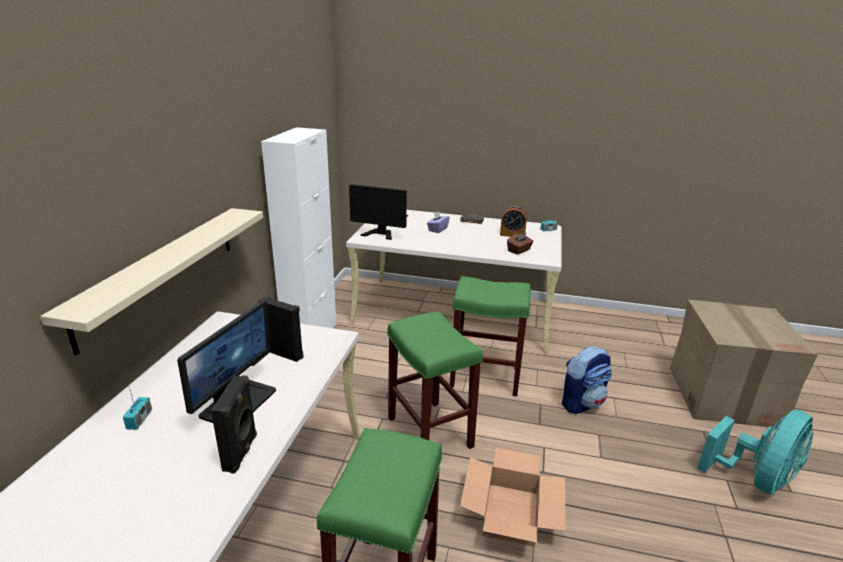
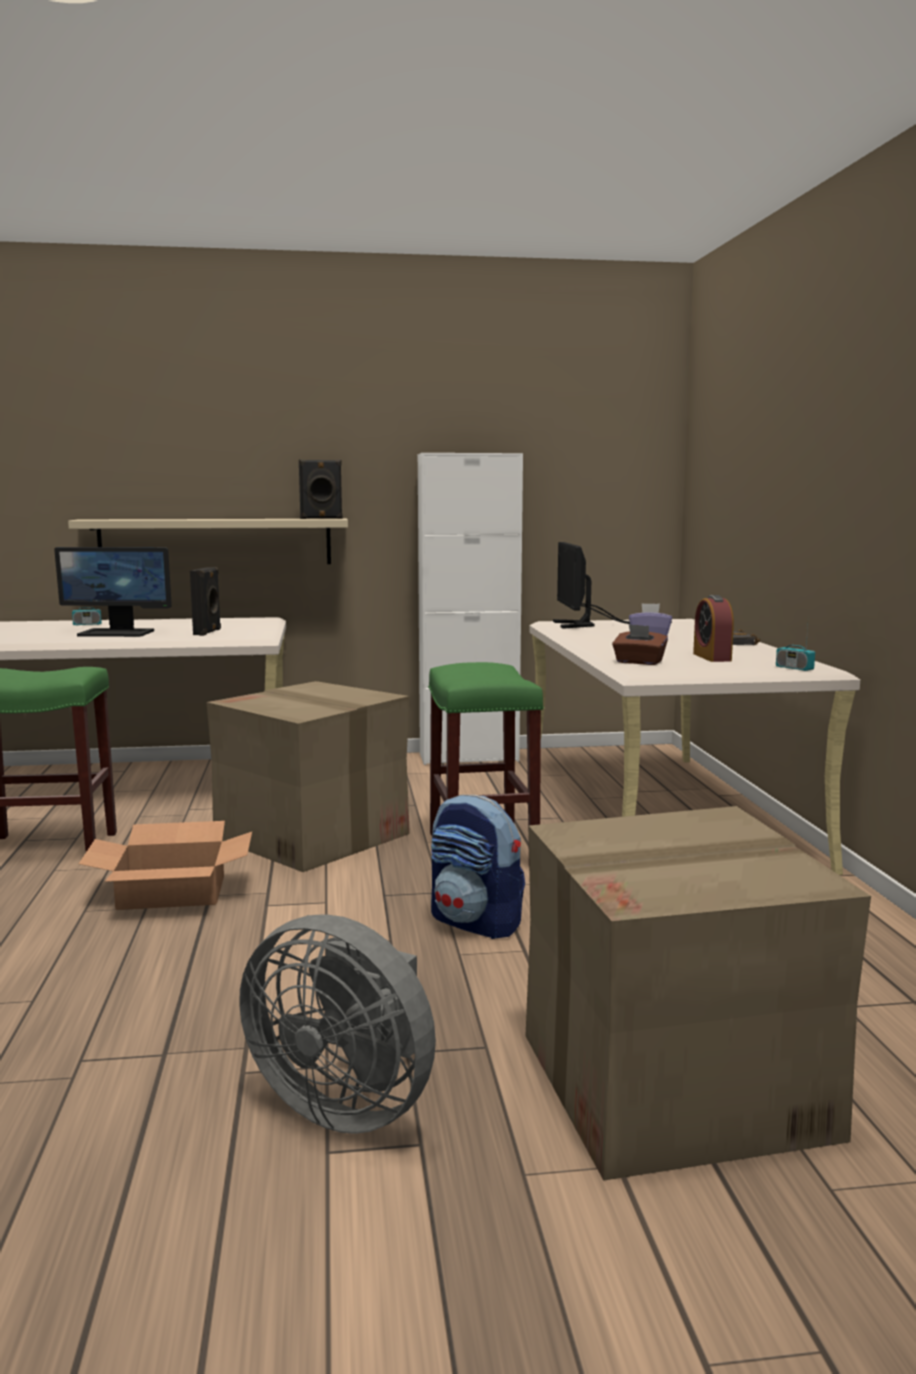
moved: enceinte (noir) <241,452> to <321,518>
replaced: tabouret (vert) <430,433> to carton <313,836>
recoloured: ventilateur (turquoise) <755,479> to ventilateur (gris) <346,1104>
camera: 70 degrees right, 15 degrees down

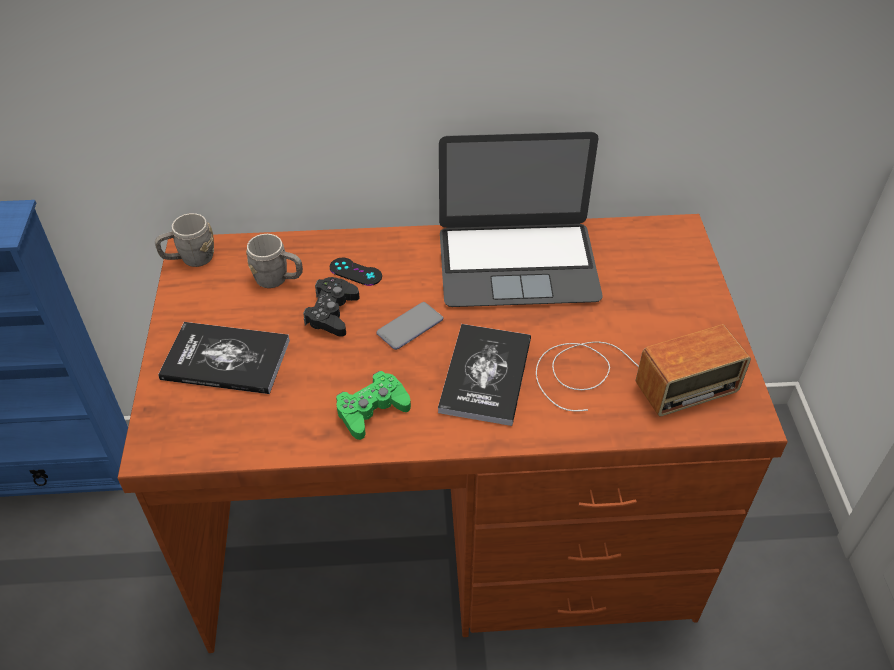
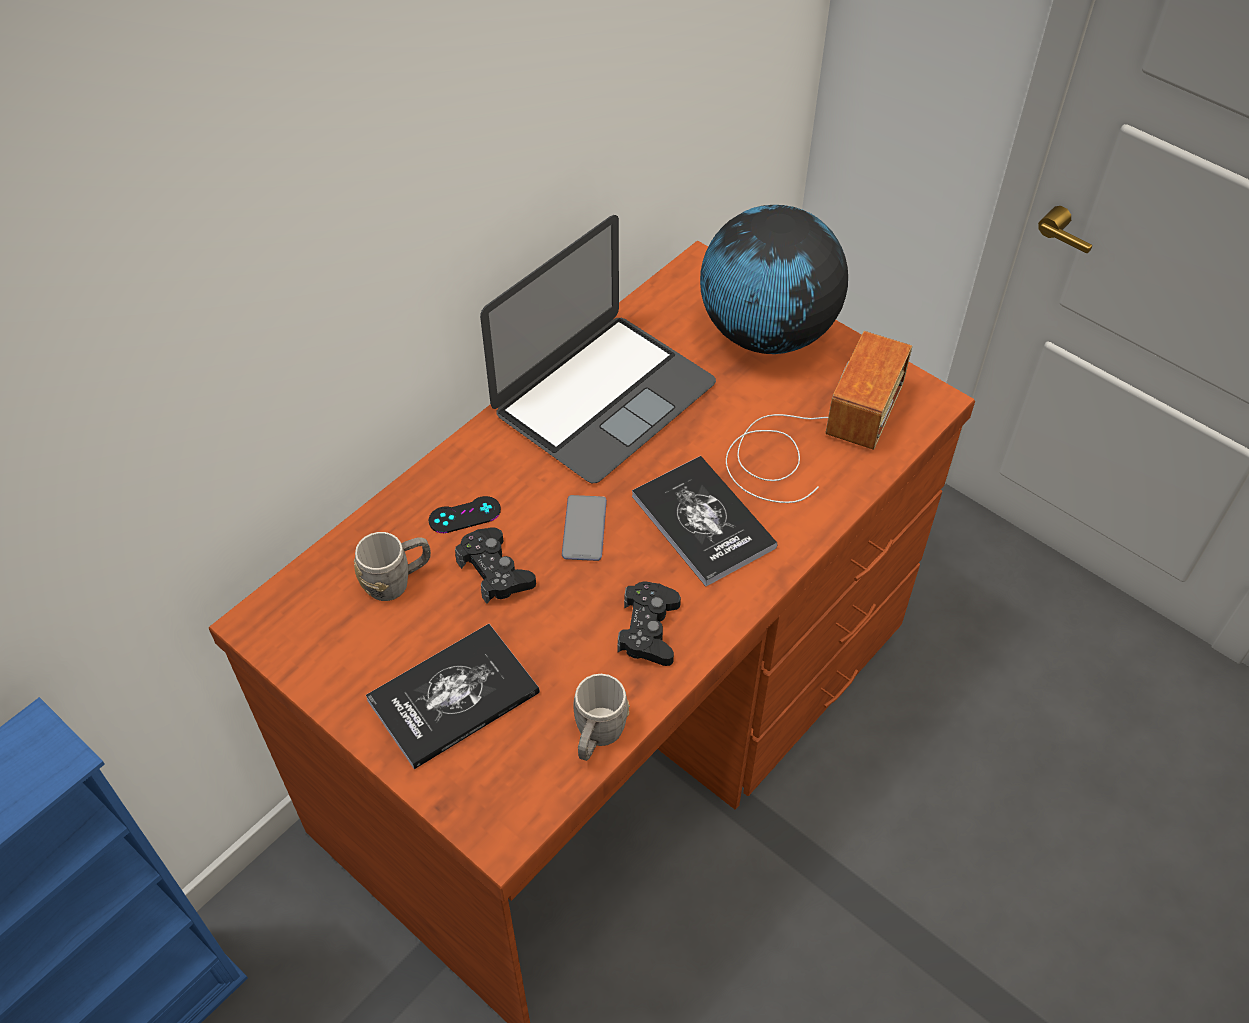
added: globe <766,333>
moved: mug (gris) <190,259> to <597,737>
recoloured: manette (vert) <372,410> to manette (noir) <649,630>
camera: 45 degrees left, 5 degrees up

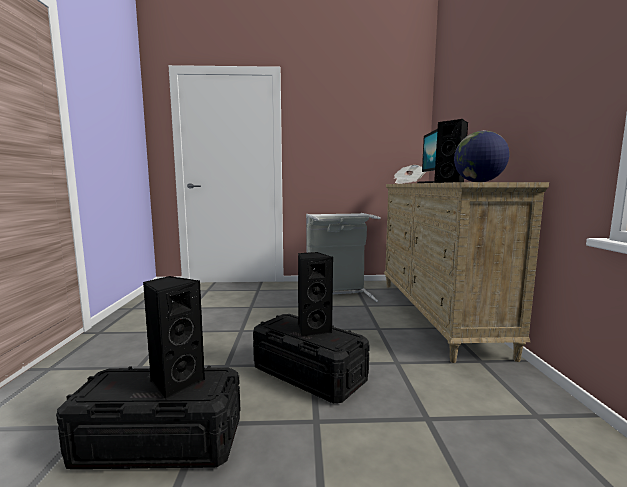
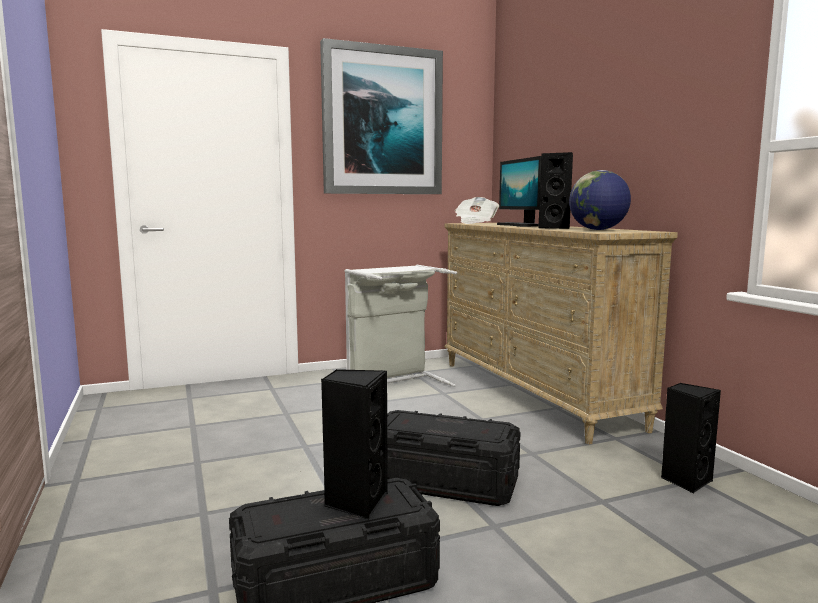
added: tableau <382,122>
moved: enceinte (noir) <313,329> to <685,480>
camera: 20 degrees left, 0 degrees up

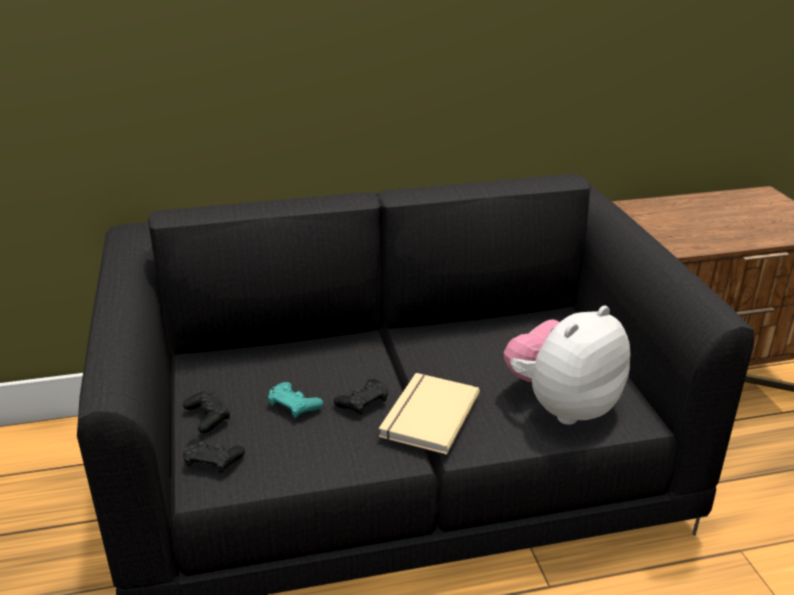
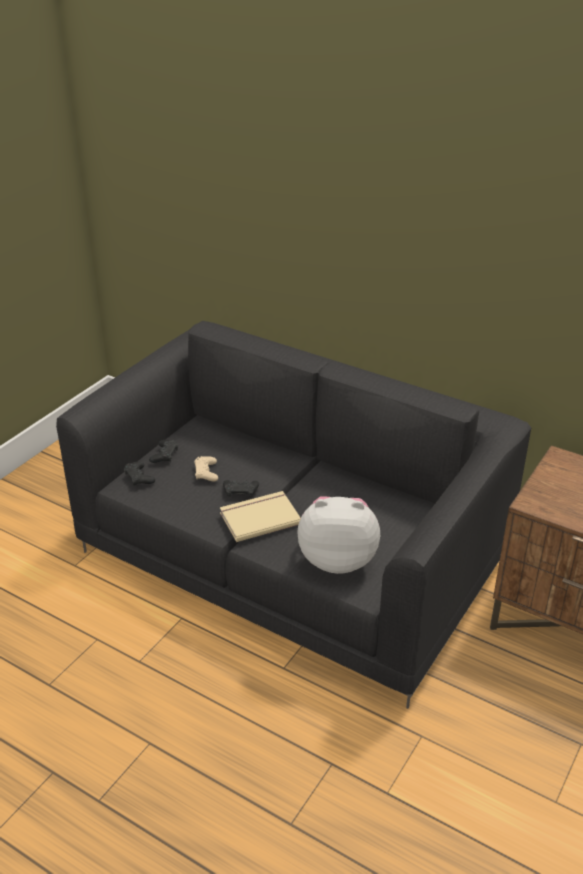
recoloured: manette (turquoise) <294,405> to manette (beige) <206,472>
camera: 45 degrees right, 5 degrees up

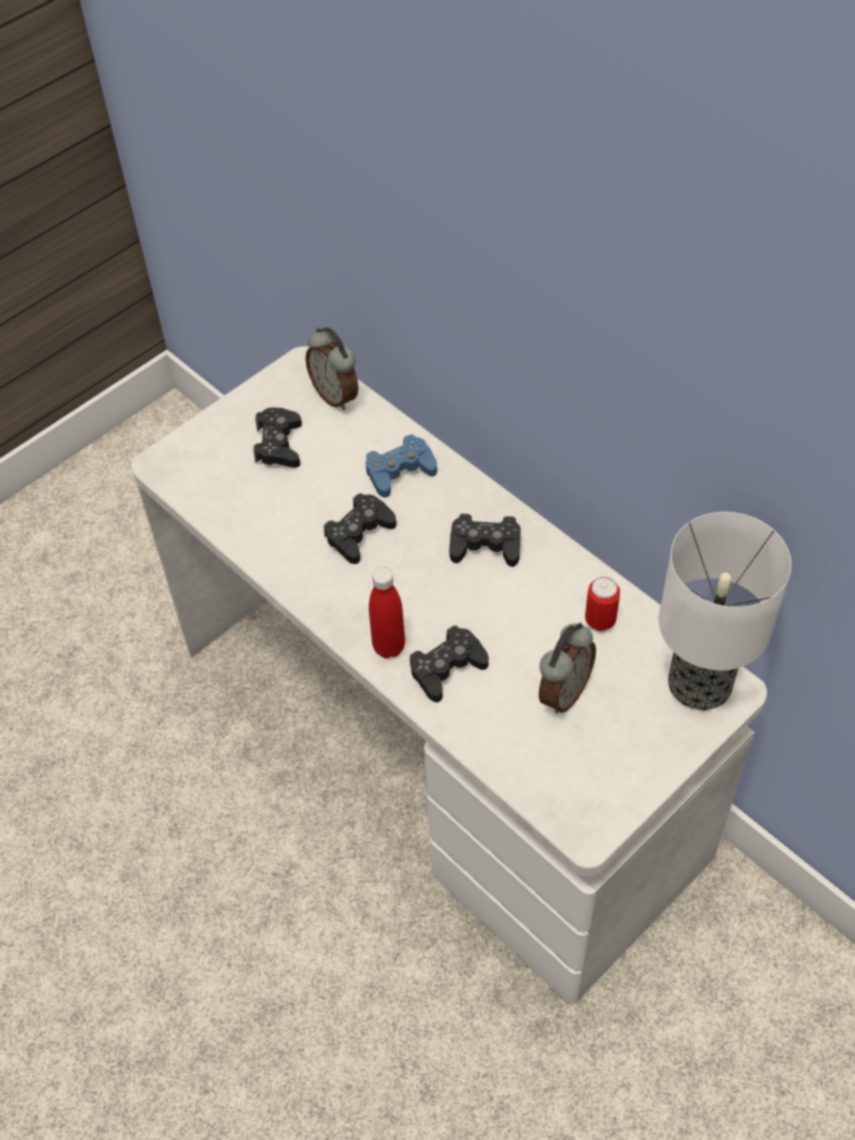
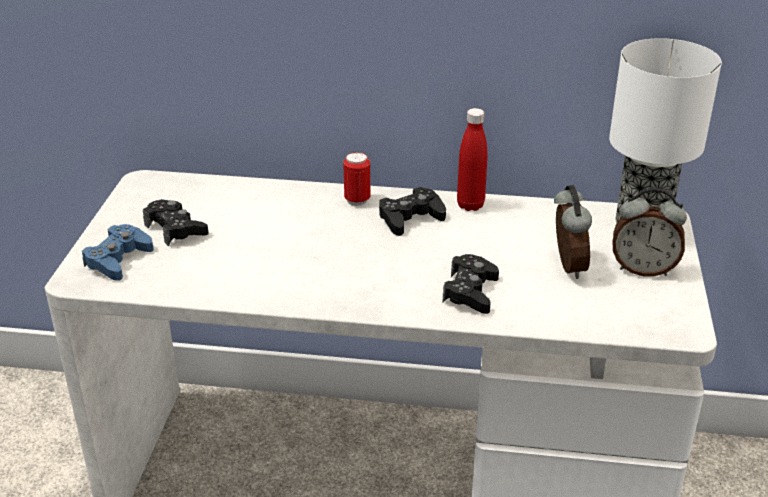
removed: manette (noir) <359,533>
moved: réveil <336,395> to <643,269>; manette (bleu) <400,471> to <118,259>; bouteille (rouge) <389,647> to <470,205>; boîte métallique <600,621> to <357,200>
camera: 40 degrees left, 20 degrees down

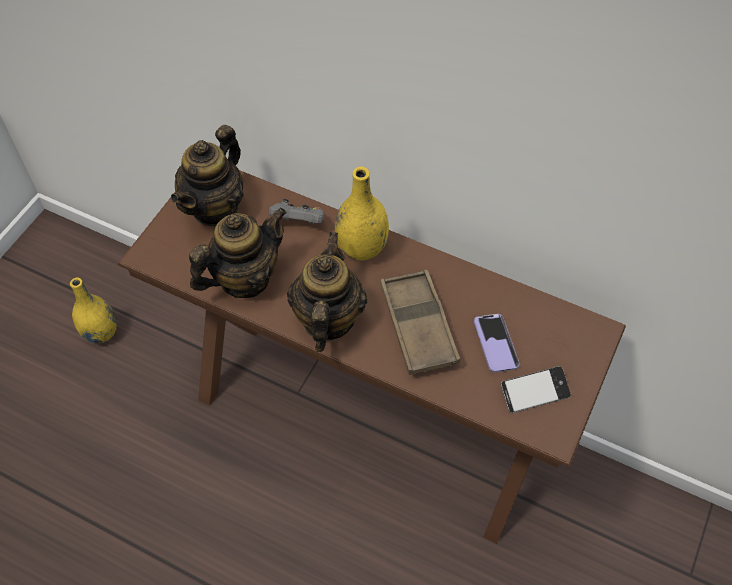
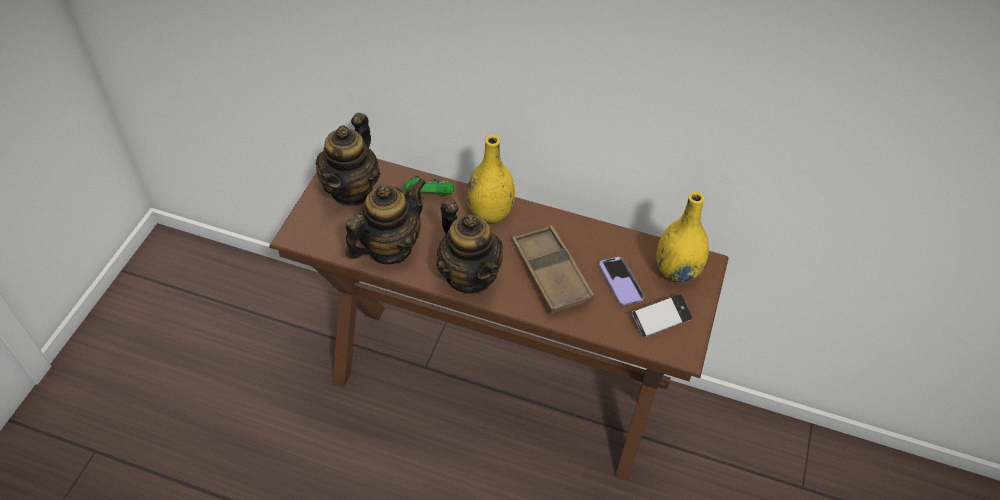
moved: vase (jaune) <101,332> to <676,271>
recoloured: manette (gris) <299,222> to manette (vert) <430,196>
turned: théière <327,319> = <469,275> 150 degrees clockwise
camera: 10 degrees left, 5 degrees down

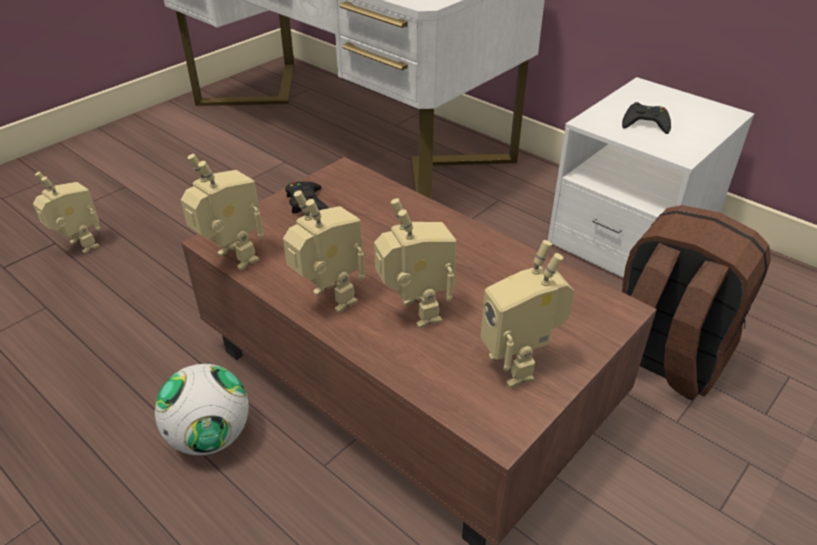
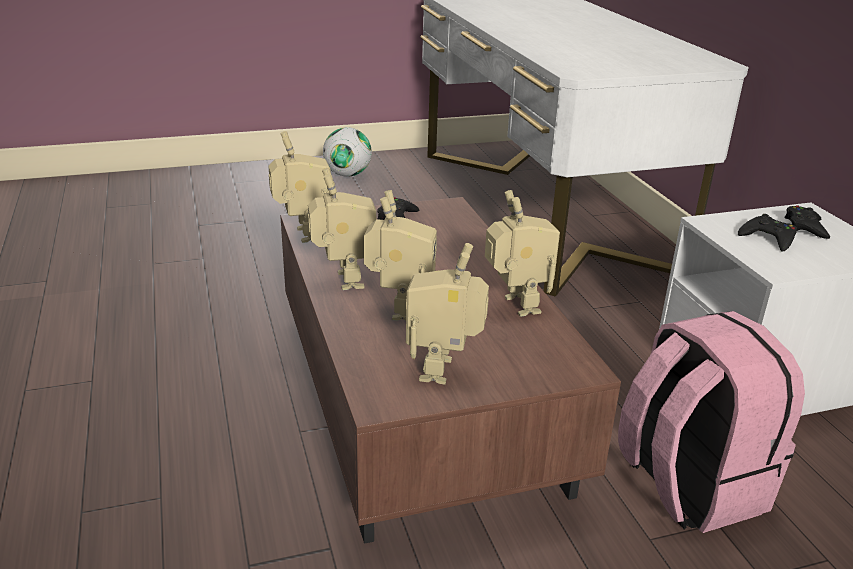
added: manette (noir) <805,227>
moved: robot jouet <79,247> to <515,306>; ballon de foot <210,437> to <347,174>
recoloured: sac à dos (marron) <663,358> to sac à dos (rose) <688,484>
camera: 30 degrees right, 10 degrees down

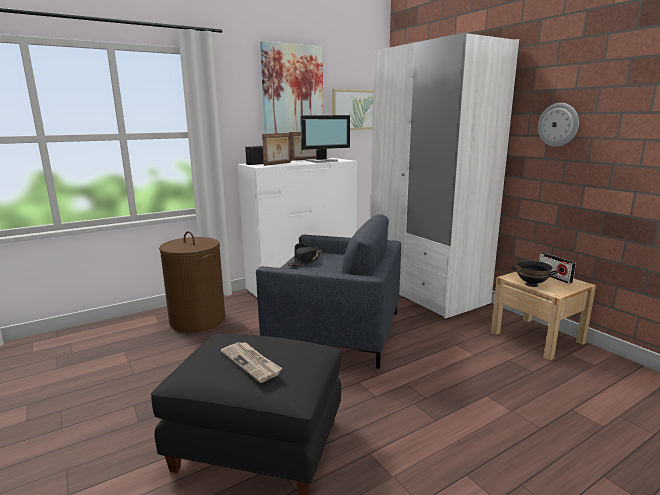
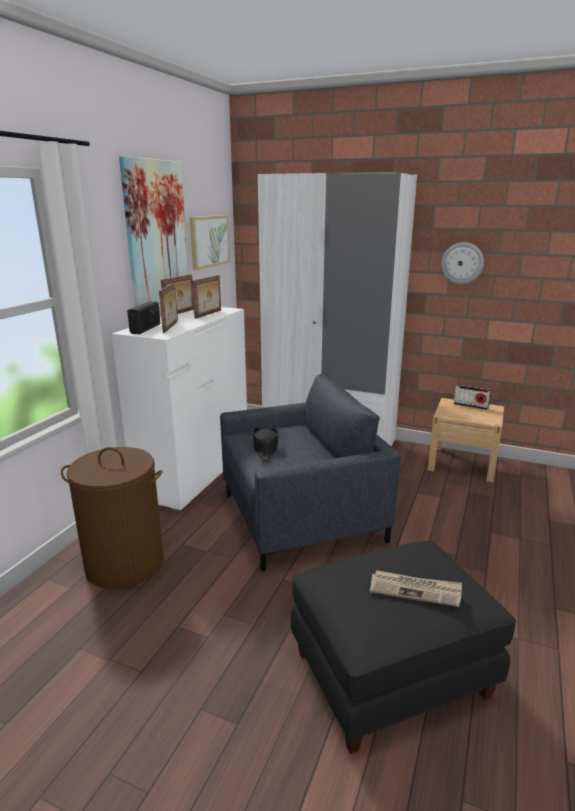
removed: bol (noir) <531,284>
replaced: écran d'ordinateur <322,161> to cadre photo <209,314>
camera: 35 degrees left, 5 degrees up

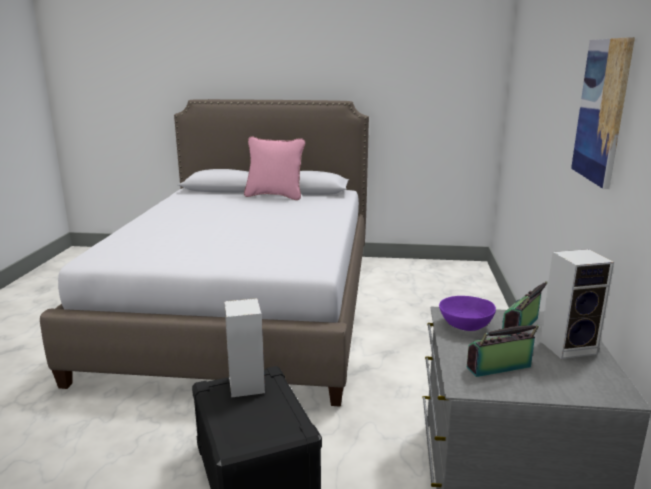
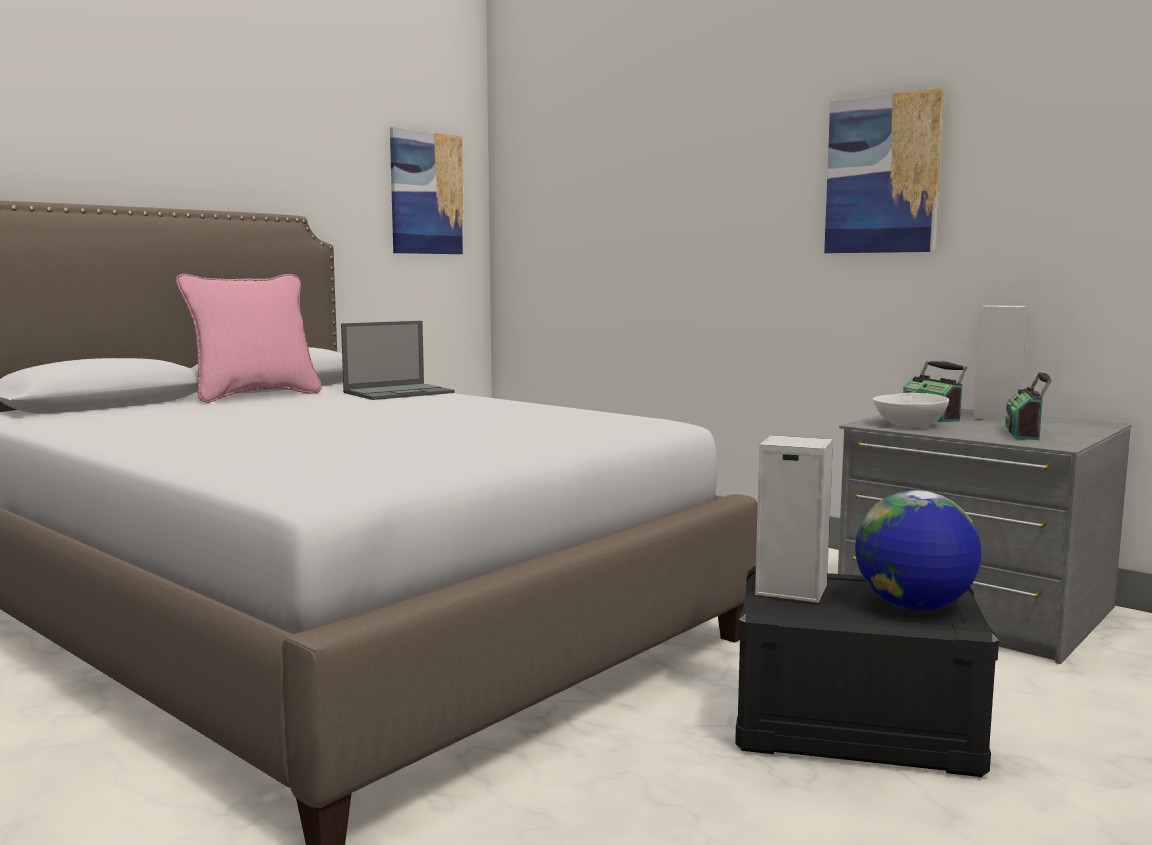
added: ordinateur portable <399,392>; tableau <426,193>; globe <913,607>
recoloured: bol (violet) <465,325> to bol (blanc) <909,425>
camera: 55 degrees left, 10 degrees down

